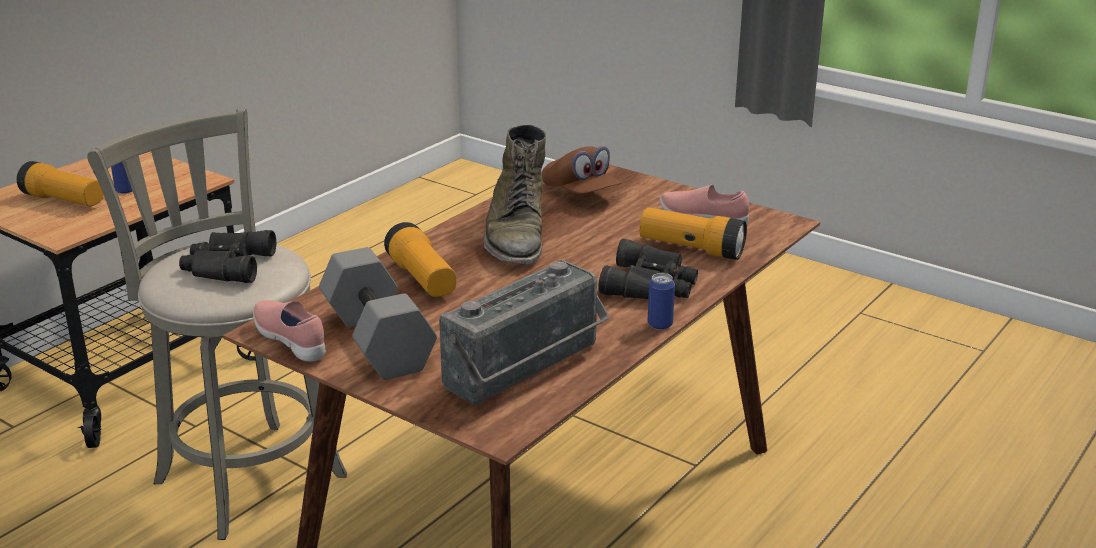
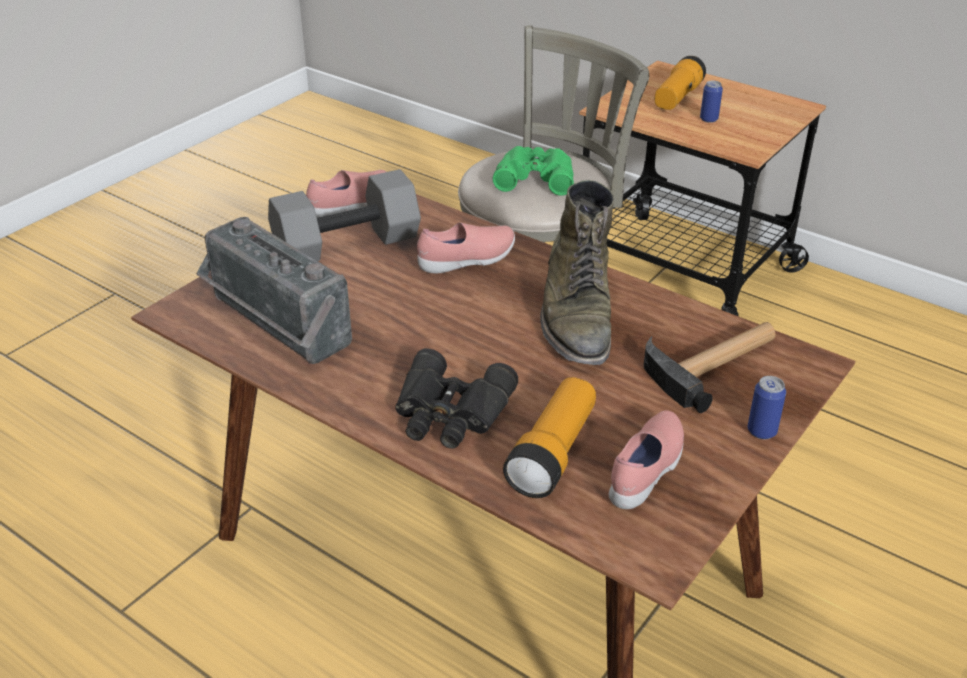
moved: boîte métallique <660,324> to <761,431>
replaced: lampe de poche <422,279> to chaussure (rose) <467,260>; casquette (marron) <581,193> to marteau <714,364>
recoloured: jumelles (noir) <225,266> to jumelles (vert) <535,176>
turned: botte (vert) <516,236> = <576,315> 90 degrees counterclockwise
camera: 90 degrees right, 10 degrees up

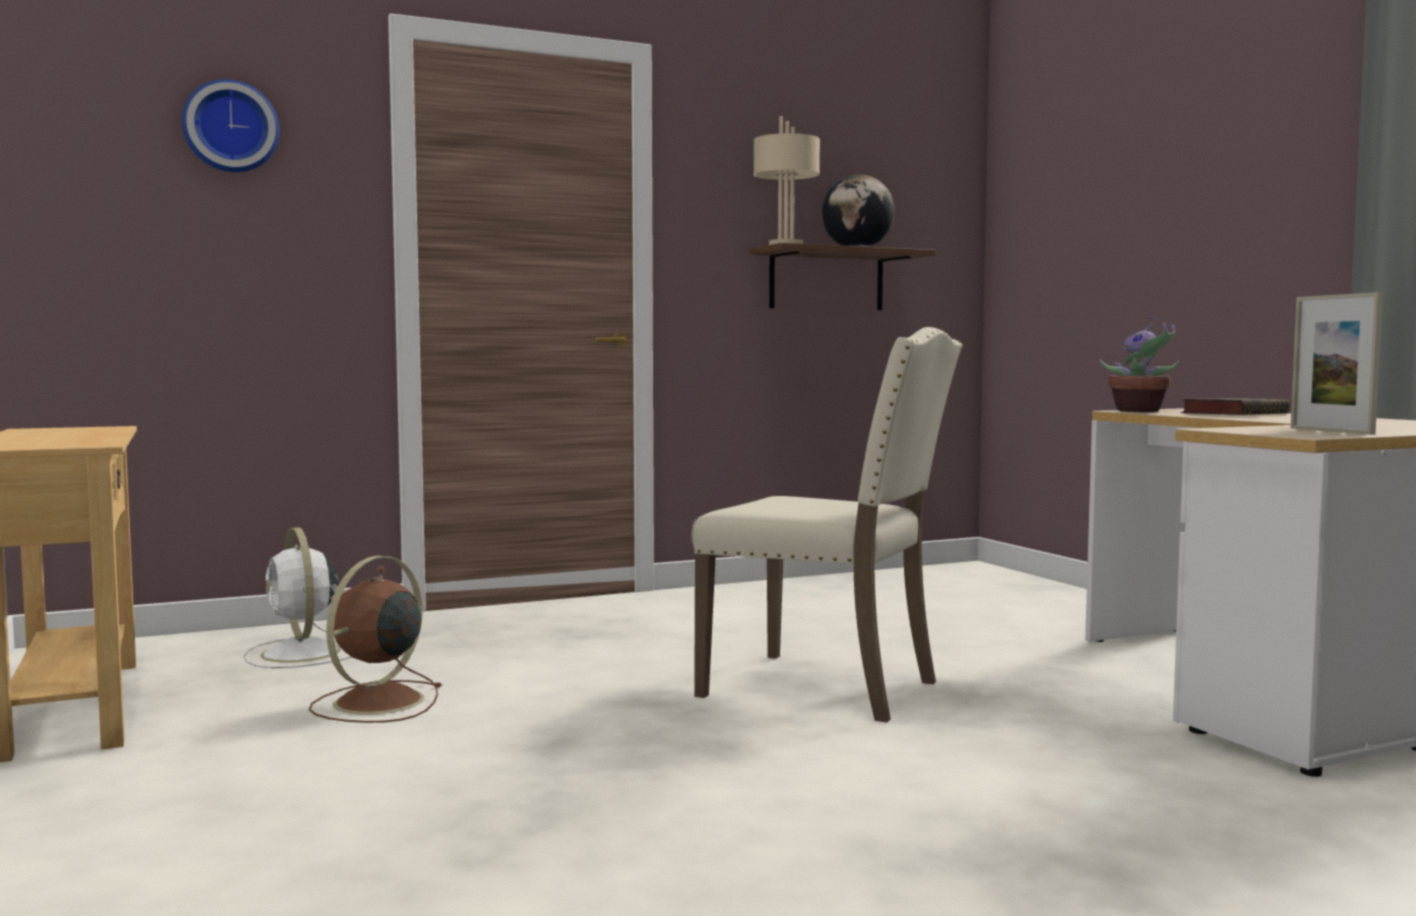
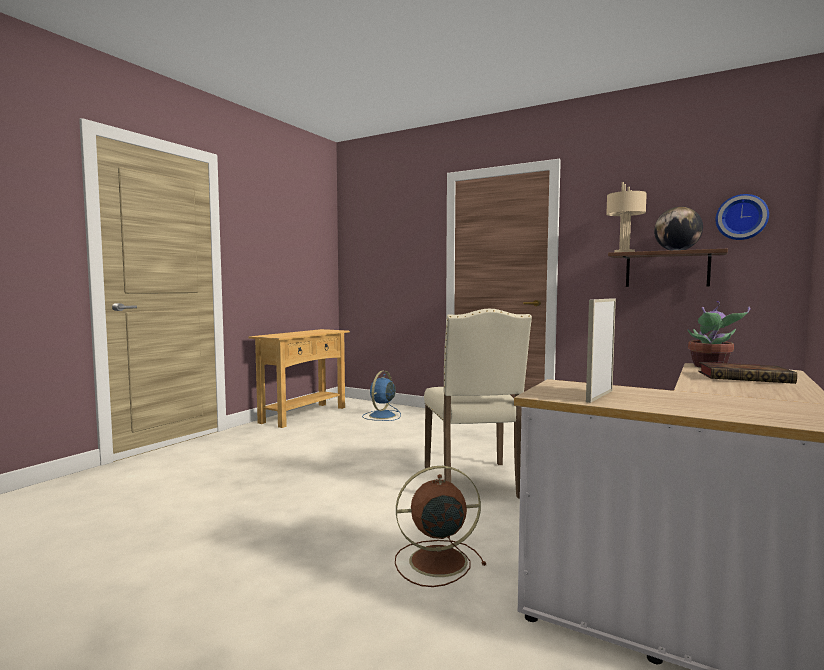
moved: horloge murale <231,127> to <741,217>; ventilateur (marron) <376,703> to <435,561>
recoloured: ventilateur (blanc) <301,654> to ventilateur (bleu) <381,416>
camera: 55 degrees right, 0 degrees up

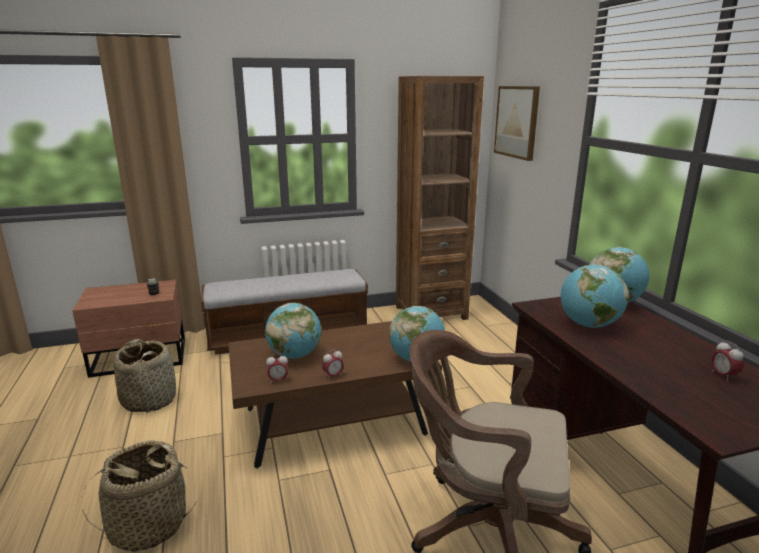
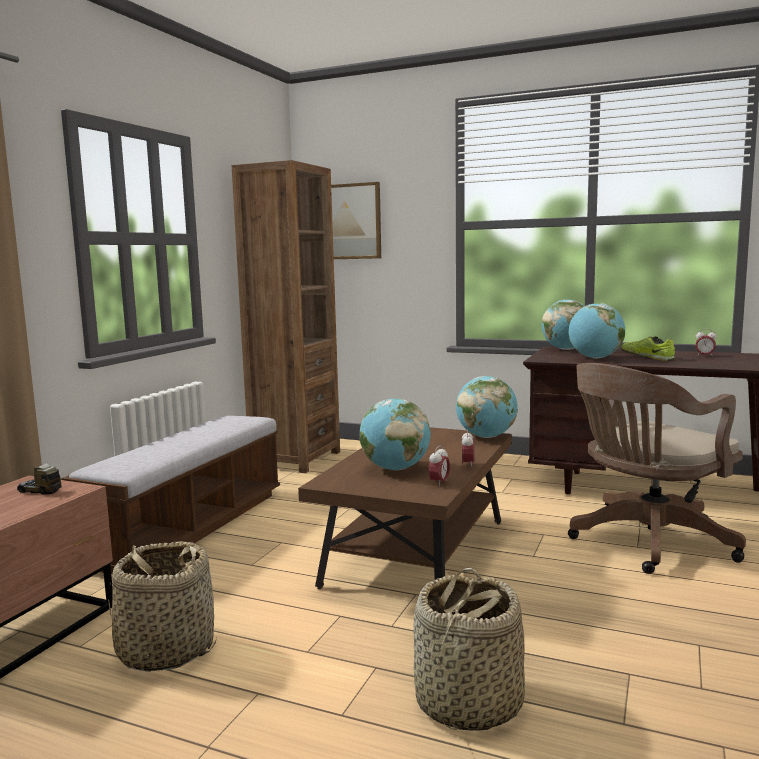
added: chaussure <647,357>
camera: 50 degrees left, 10 degrees down

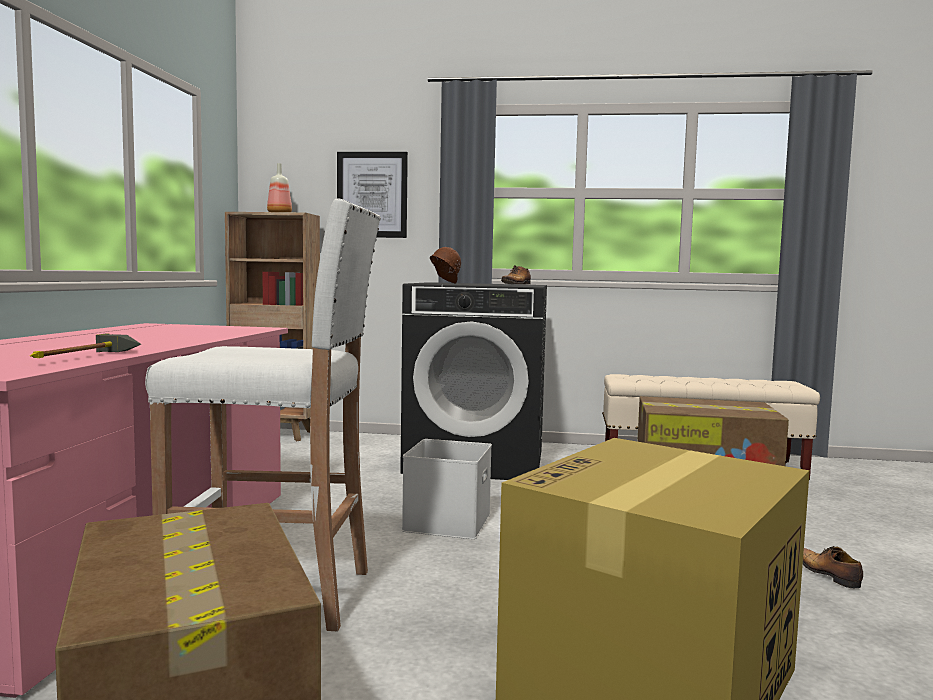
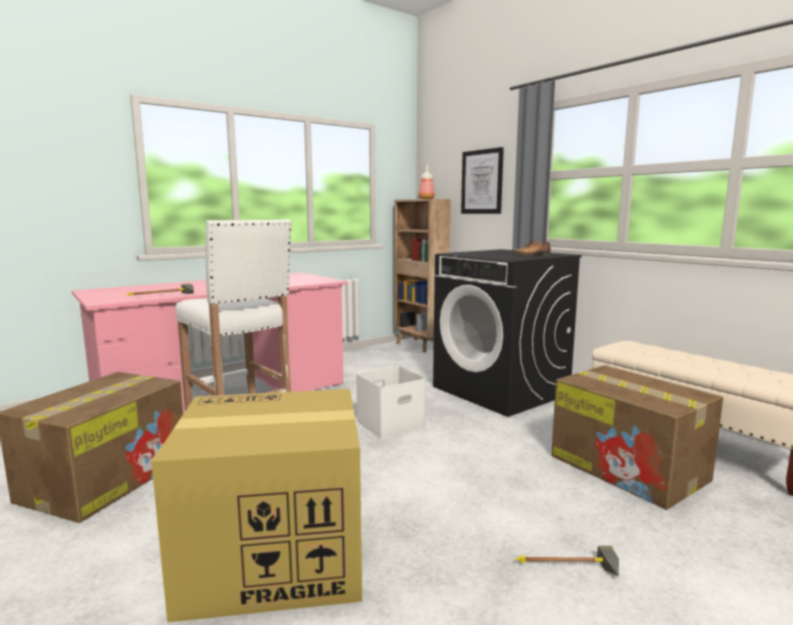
removed: casque de chantier (marron) <444,283>
replaced: chaussure <827,574> to marteau <566,569>
camera: 45 degrees right, 5 degrees up

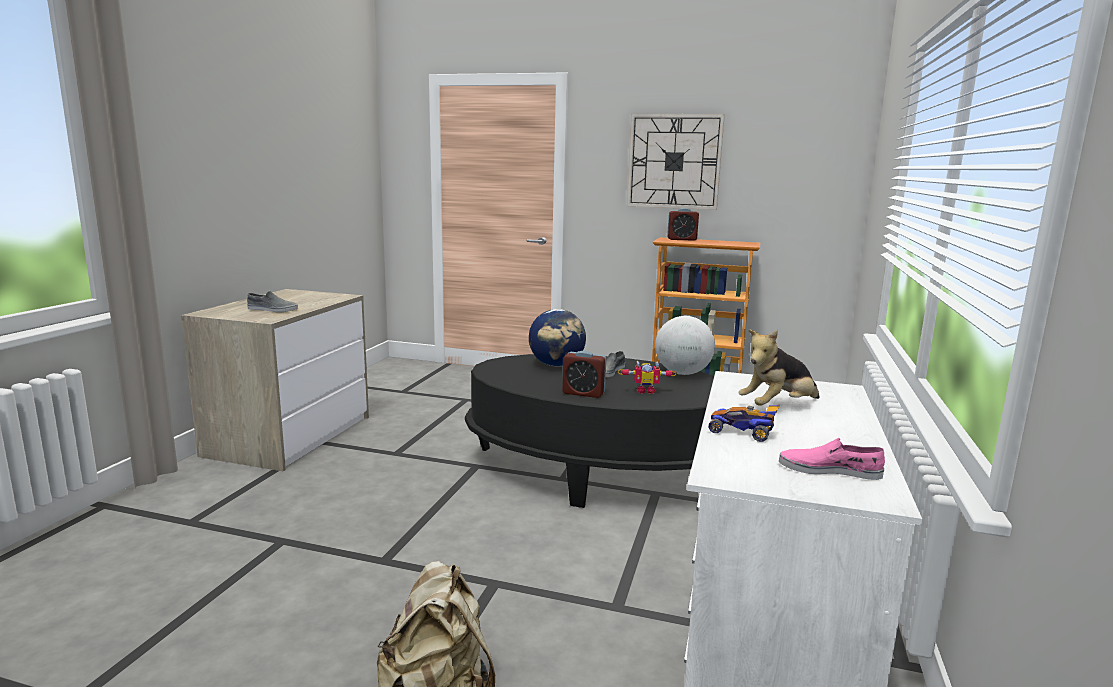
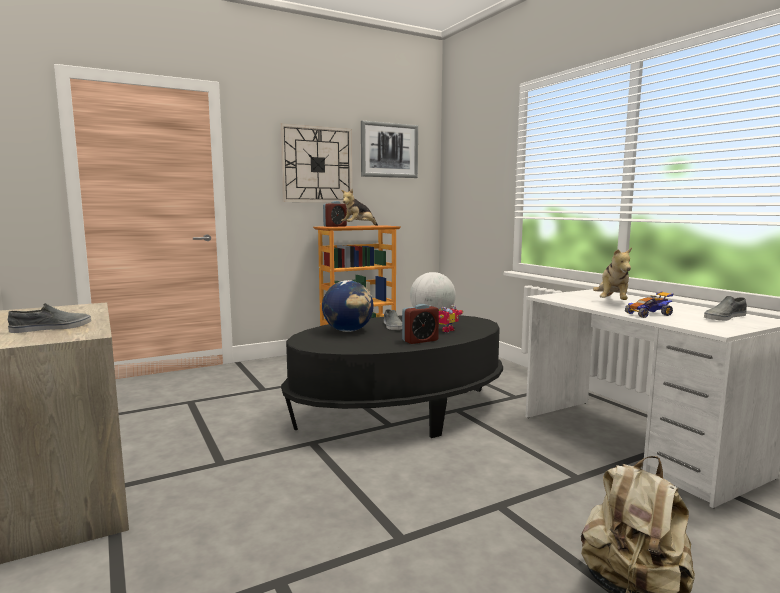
added: peluche <358,226>; tableau <389,150>
recoloured: chaussure (rose) <829,470> to chaussure (gris) <724,317>
camera: 45 degrees left, 5 degrees down

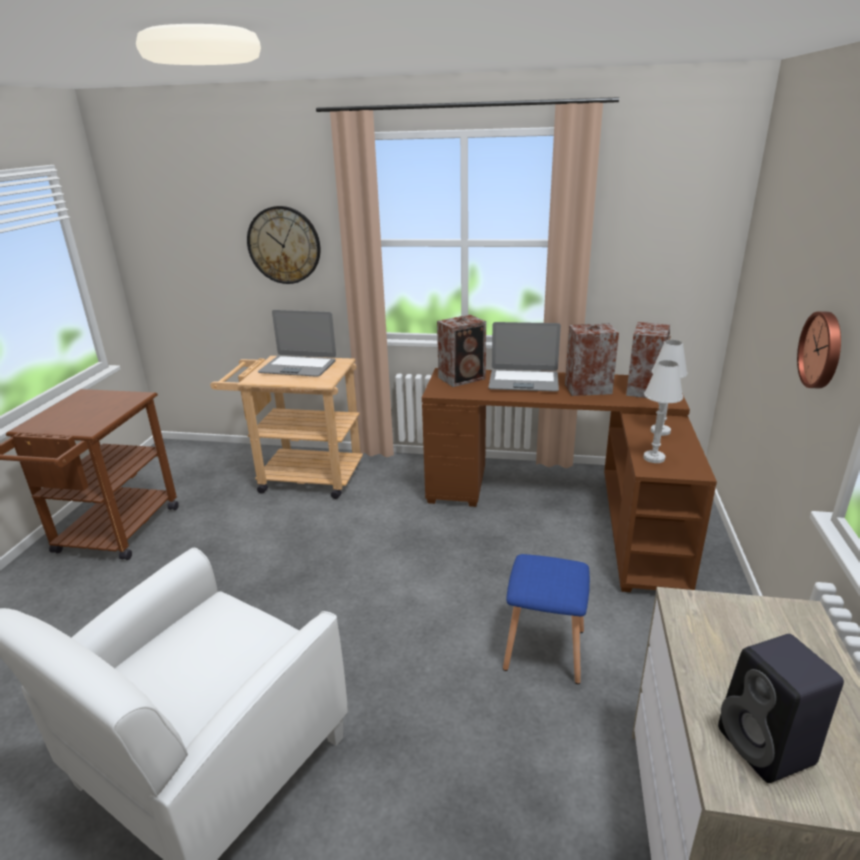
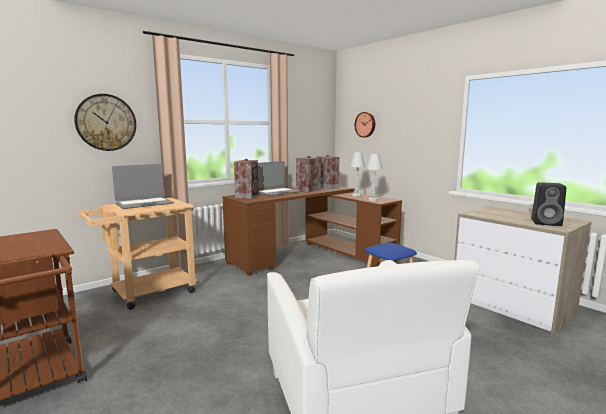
moved: horloge murale <823,350> to <365,124>
camera: 50 degrees left, 15 degrees down

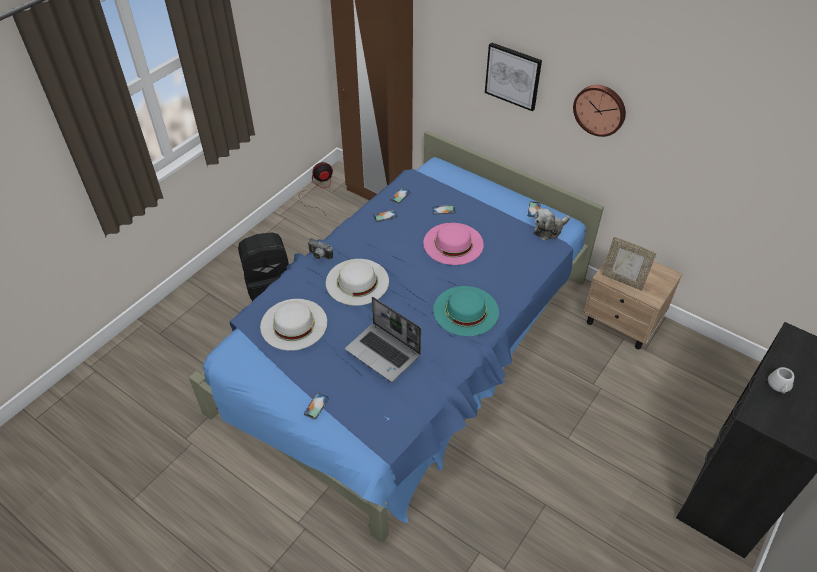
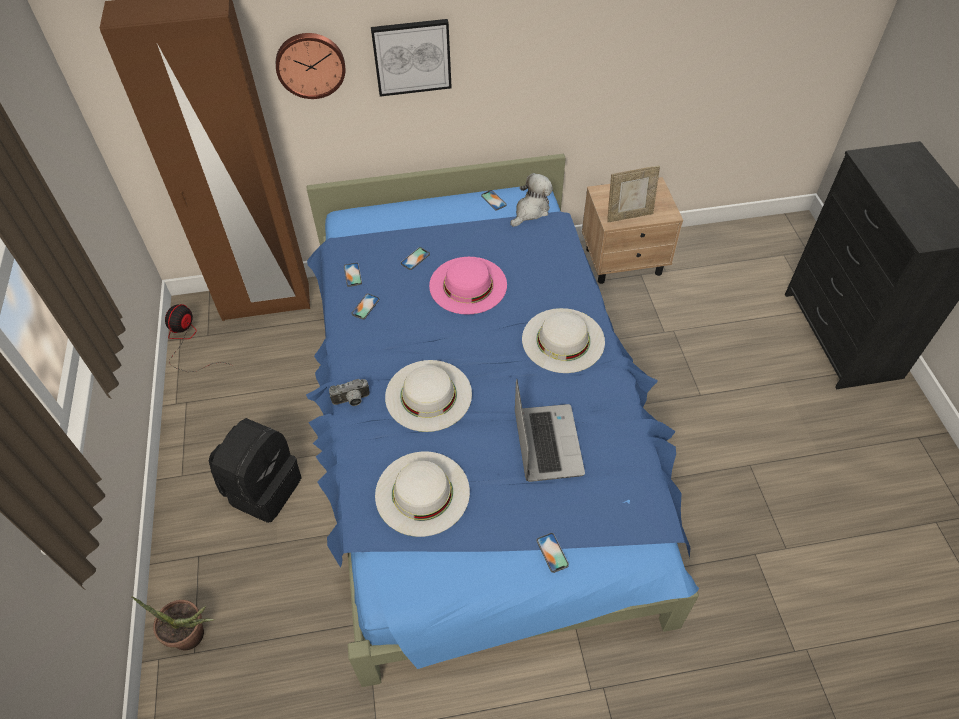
removed: mug (blanc) <779,386>
added: plante en pot <195,637>
moved: horloge murale <600,109> to <310,64>
recoloured: chapeau (turquoise) <466,310> to chapeau (blanc) <563,340>
turned: ordinateur portable <384,353> = <546,442> 90 degrees counterclockwise; peluche <549,231> = <531,211> 150 degrees counterclockwise
camera: 45 degrees left, 5 degrees up

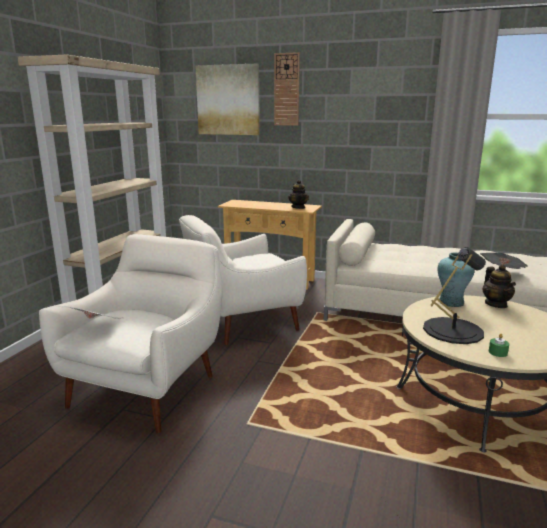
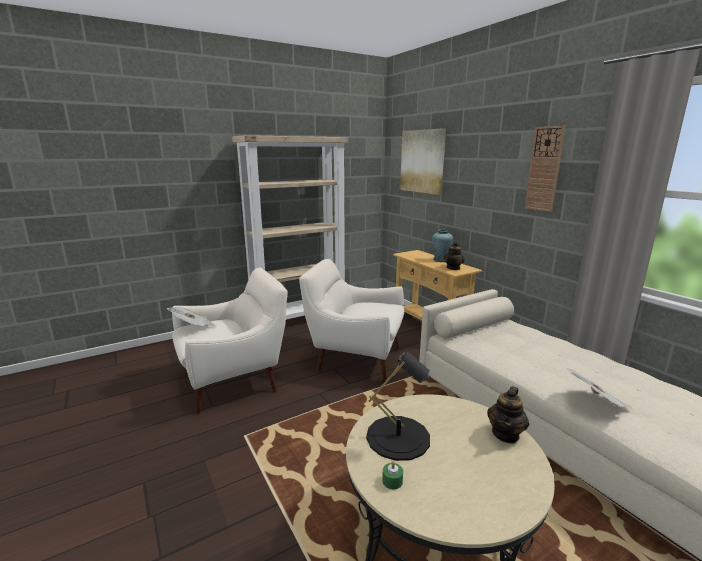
moved: horloge murale <286,90> to <544,169>; vase (turquoise) <451,302> to <440,260>
camera: 40 degrees right, 0 degrees up

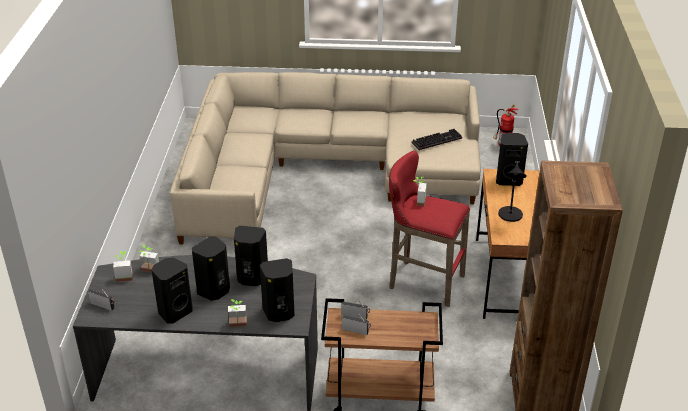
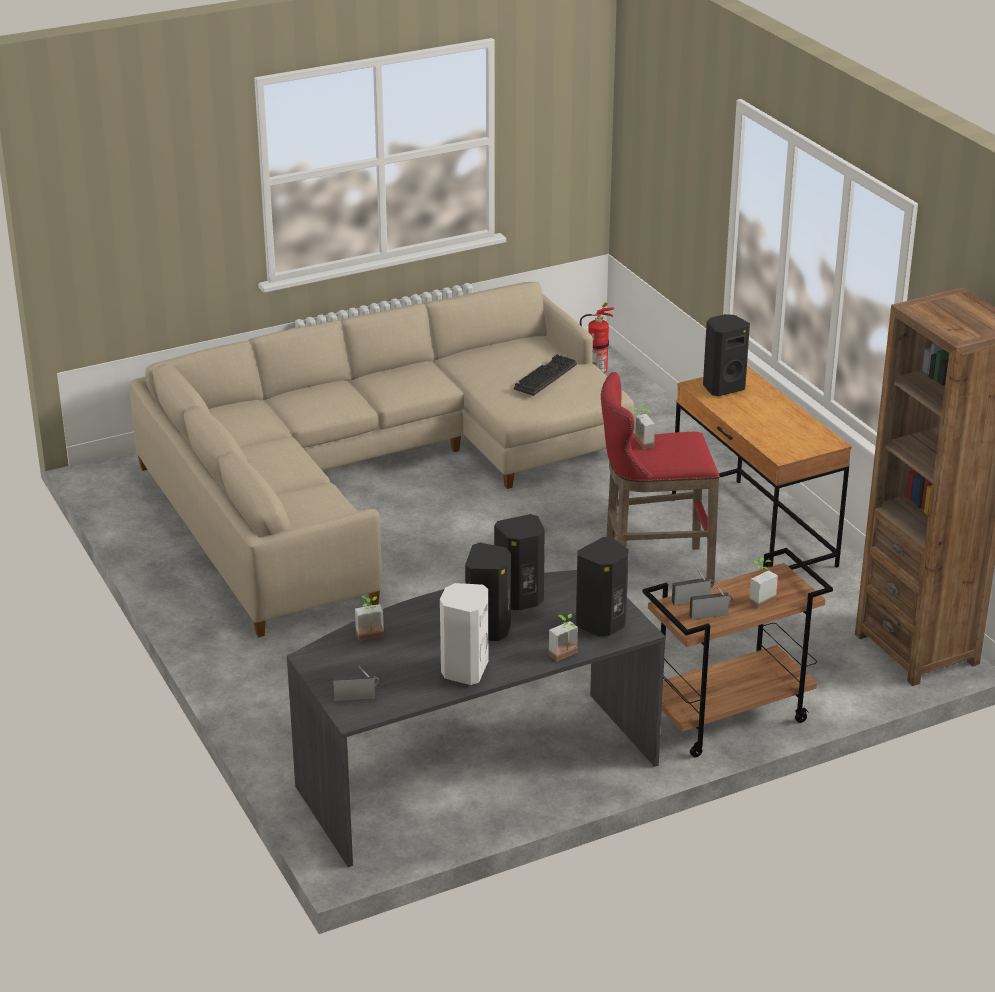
removed: lampe de table (noir) <510,215>
moved: plante en pot <124,276> to <758,599>
recoloured: enceinte (noir) <174,312> to enceinte (blanc) <463,670>
camera: 30 degrees left, 5 degrees down

